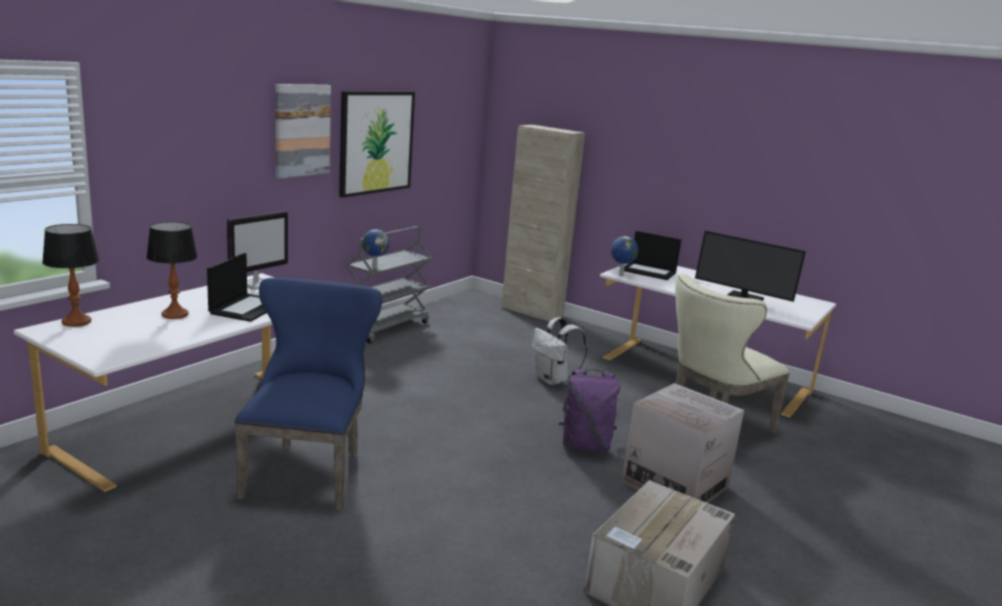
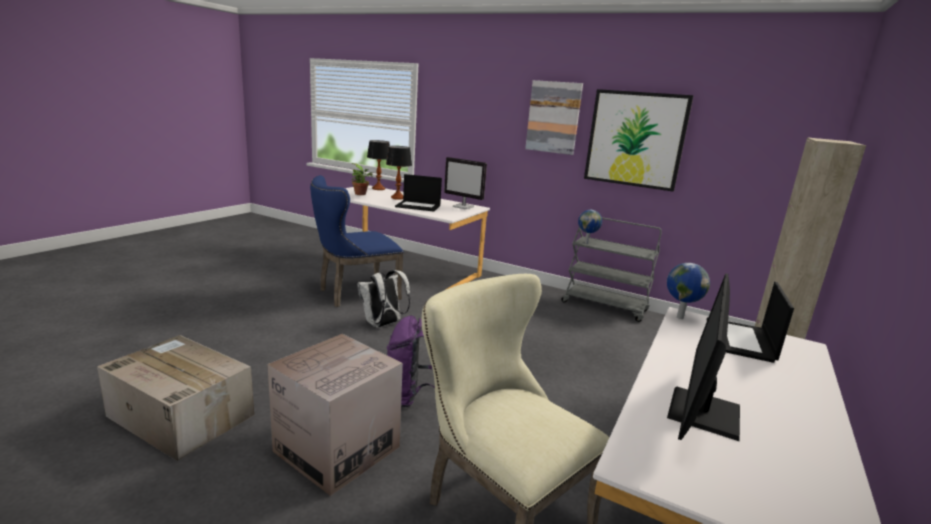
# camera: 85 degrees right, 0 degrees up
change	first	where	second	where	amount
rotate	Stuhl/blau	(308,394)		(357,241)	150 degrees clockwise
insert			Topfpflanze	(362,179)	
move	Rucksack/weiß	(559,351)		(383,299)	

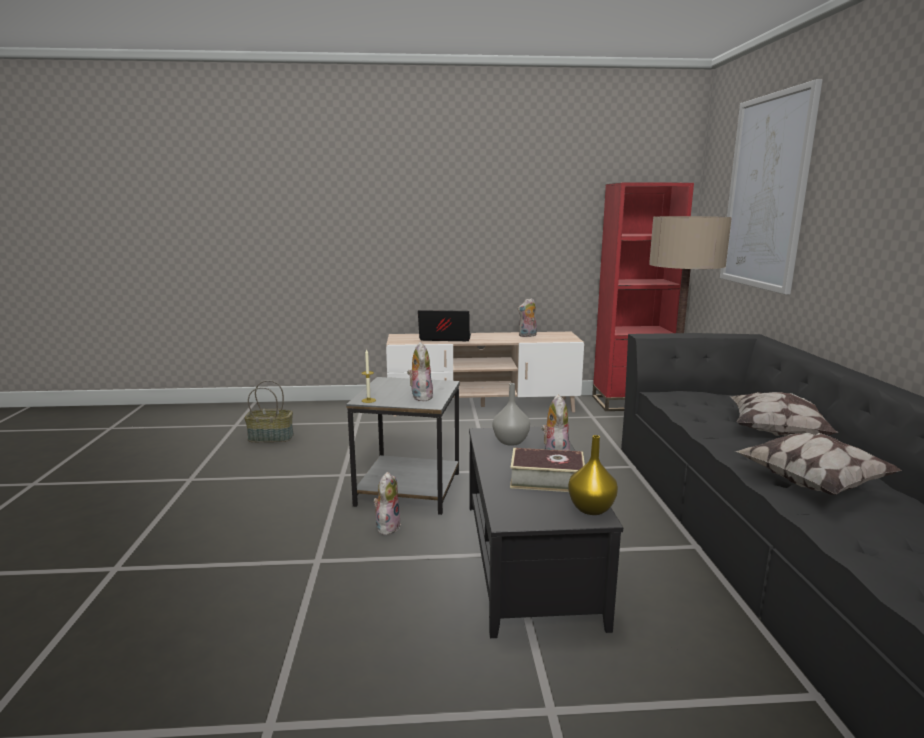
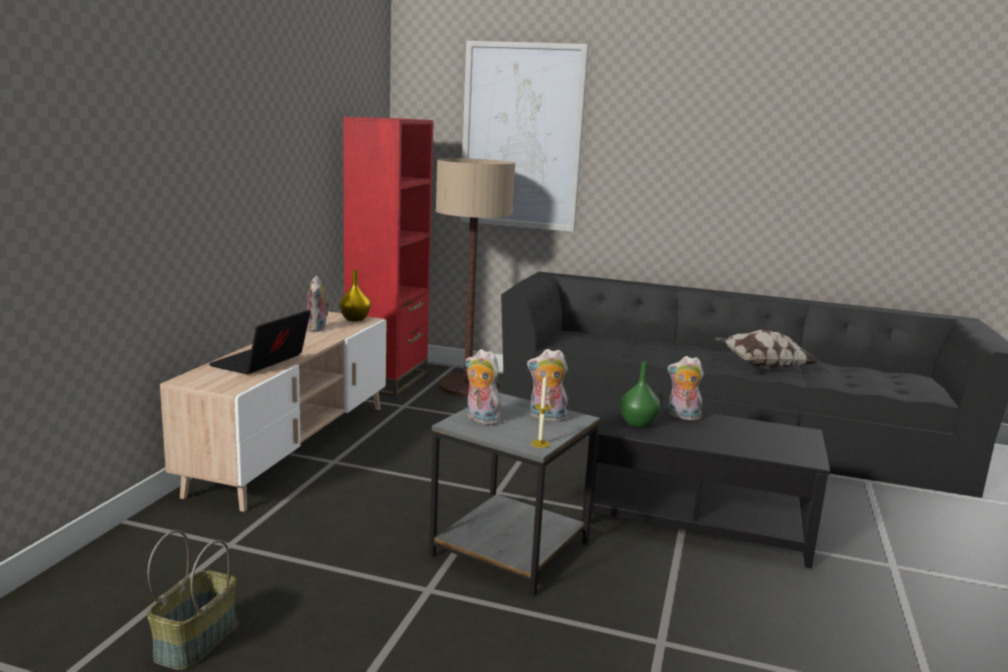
# camera: 70 degrees left, 0 degrees up
change	first	where	second	where	amount
move	Vase/gelb	(593,475)		(355,295)	
move	Plüschtier	(387,503)		(483,387)	
recolor	Vase/grau	(511,414)	Vase/grün	(640,394)	
delete	Buch	(547,470)			
delete	Kissen	(784,414)			

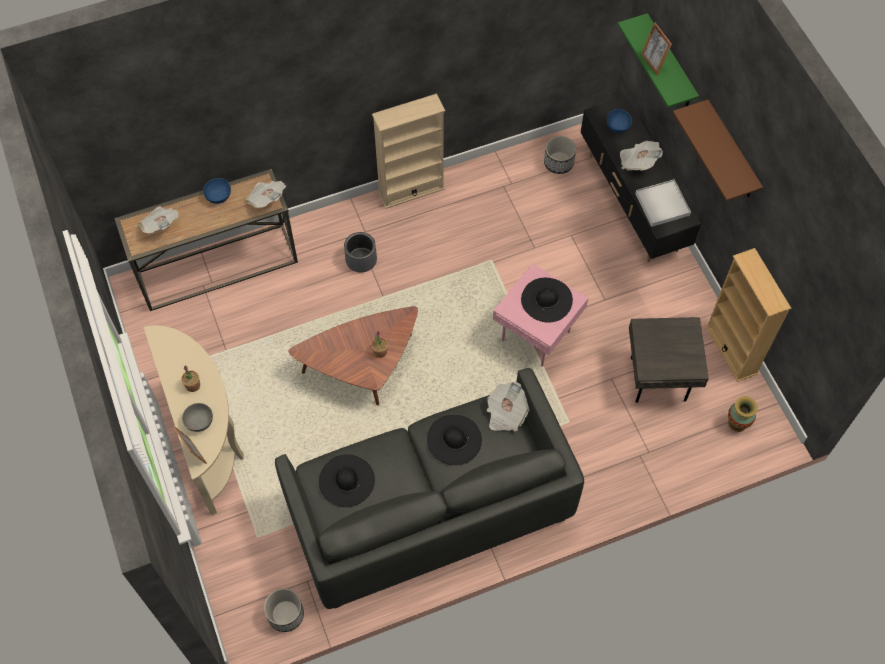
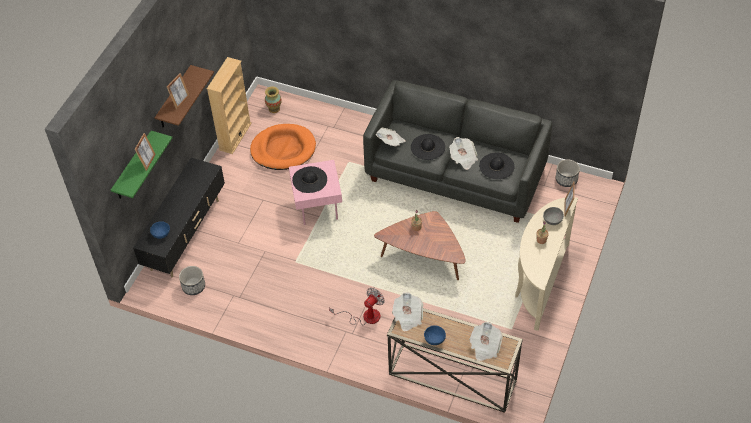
# camera: 135 degrees left, 10 degrees down
change	first	where	second	where	amount
insert			Bilderrahmen	(178,91)	
replace	Beistelltisch/grau	(669,360)	Hundebett/orange	(283,147)	
replace	Pflanzkübel/grau	(360,252)	Ventilator	(356,306)	
move	Zeitung	(641,156)		(463,153)	
delete	Bücherregal/beige	(408,151)			
delete	Tablett/weiß	(663,203)			

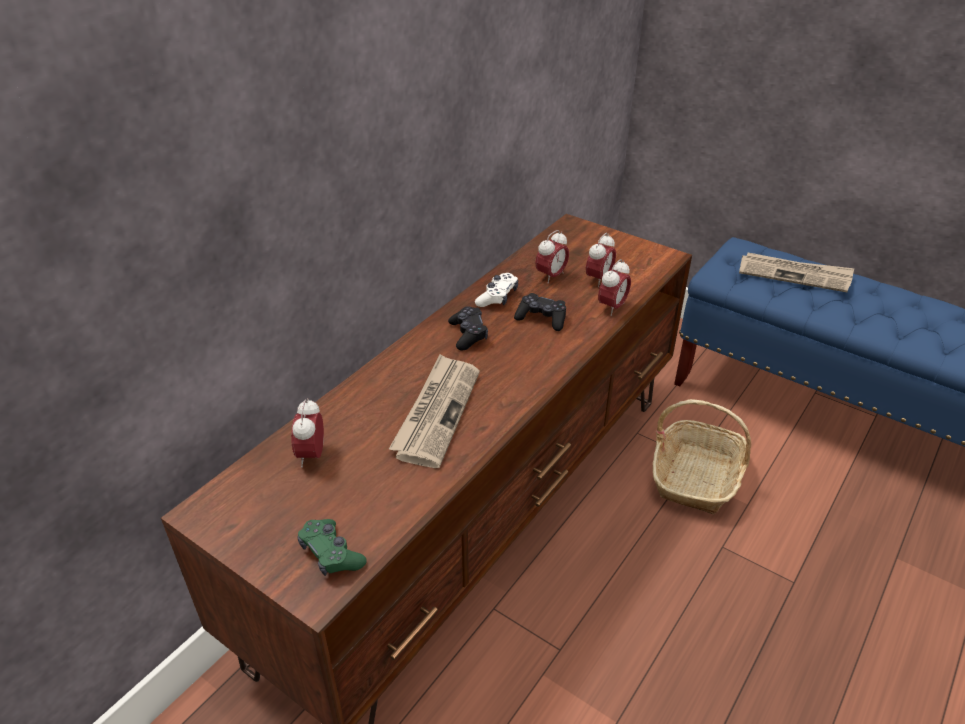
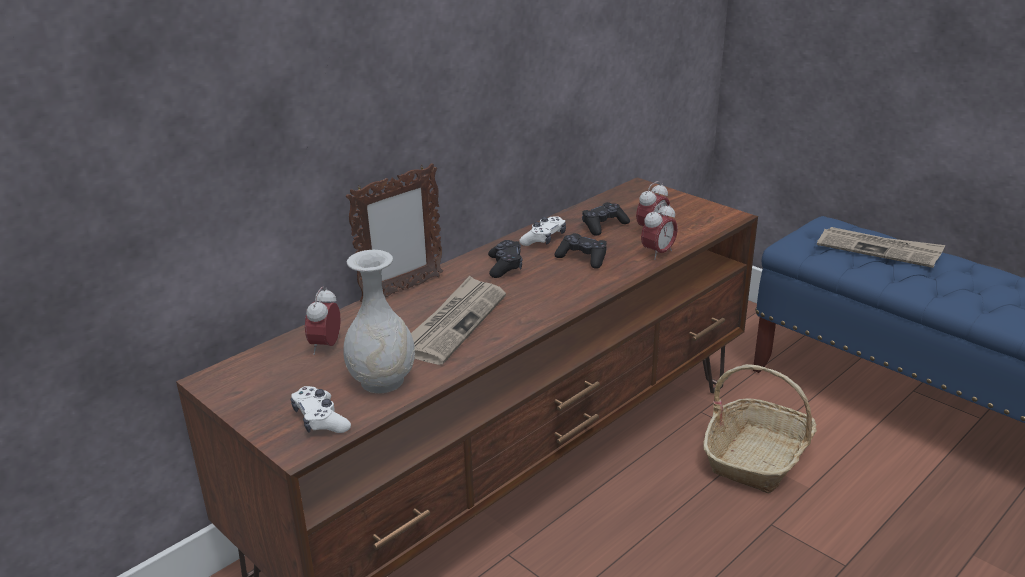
# camera: 10 degrees right, 10 degrees down
change	first	where	second	where	amount
recolor	Gamepad/grün	(332,547)	Gamepad/weiß	(321,409)	
insert			Vase/weiß	(379,321)	
insert			Bilderrahmen	(394,232)	
replace	Wecker	(552,257)	Gamepad/schwarz	(606,219)	

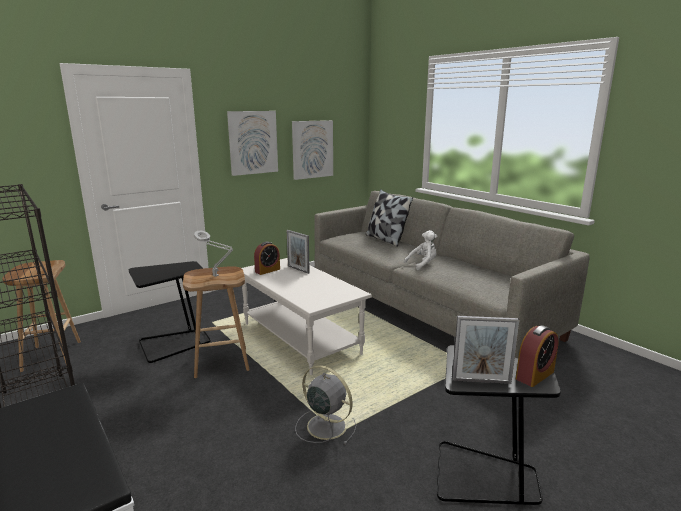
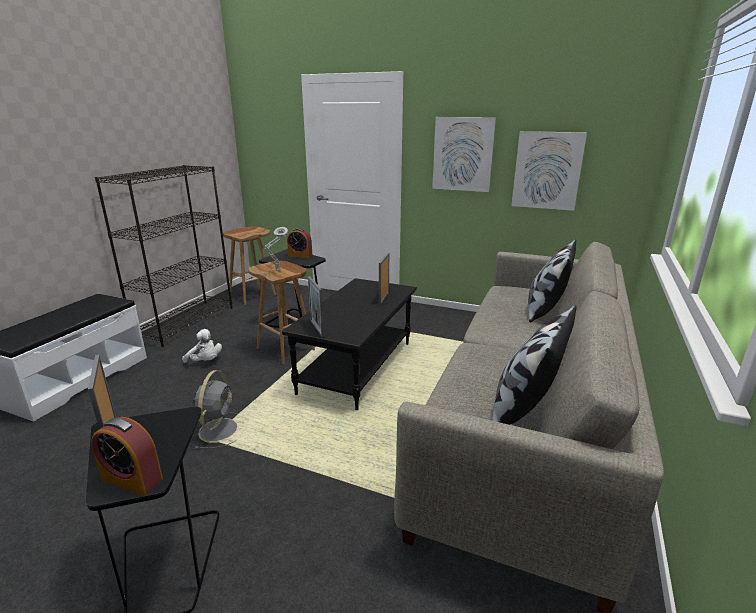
# camera: 60 degrees right, 5 degrees up
change	first	where	second	where	amount
move	Plüschtier/weiß	(420,250)		(202,346)	
recolor	Couchtisch/weiß	(307,316)	Couchtisch/schwarz	(349,344)	
move	Wecker	(267,258)		(299,243)	
insert			Bilderrahmen	(316,307)	
insert			Kissen	(534,365)	

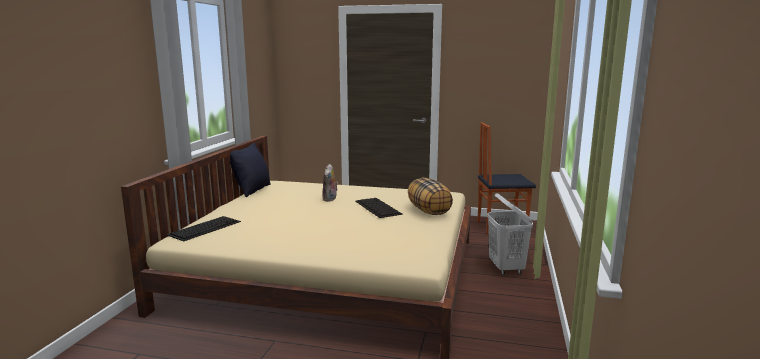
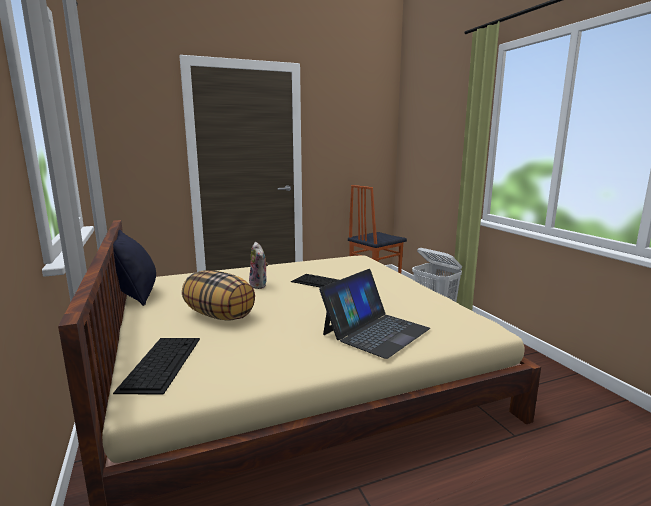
# camera: 35 degrees left, 0 degrees up
change	first	where	second	where	amount
move	Kissen	(430,196)		(218,295)	
insert			Laptop	(374,314)	

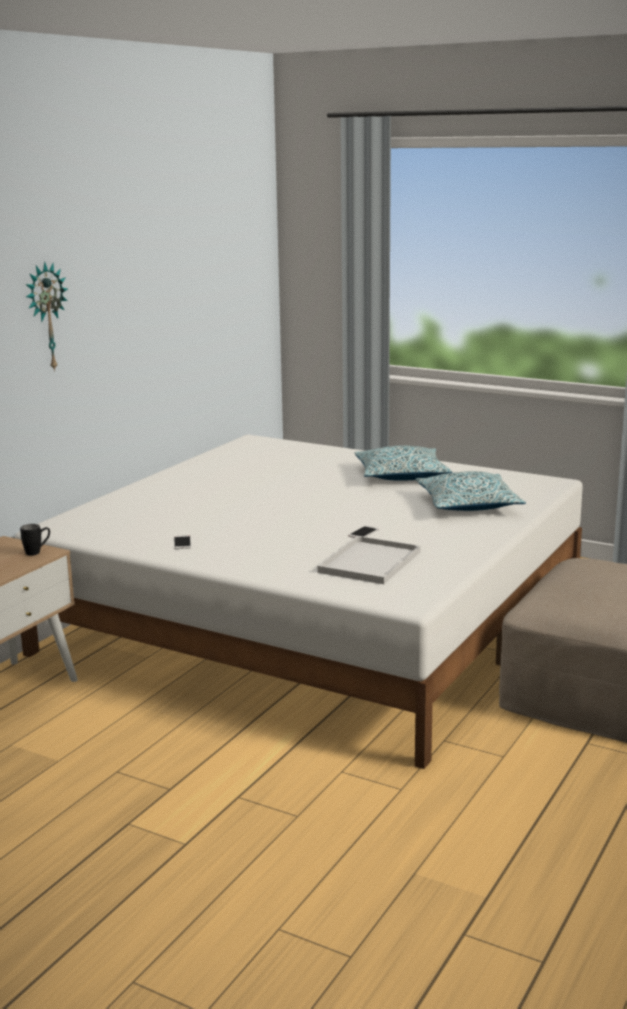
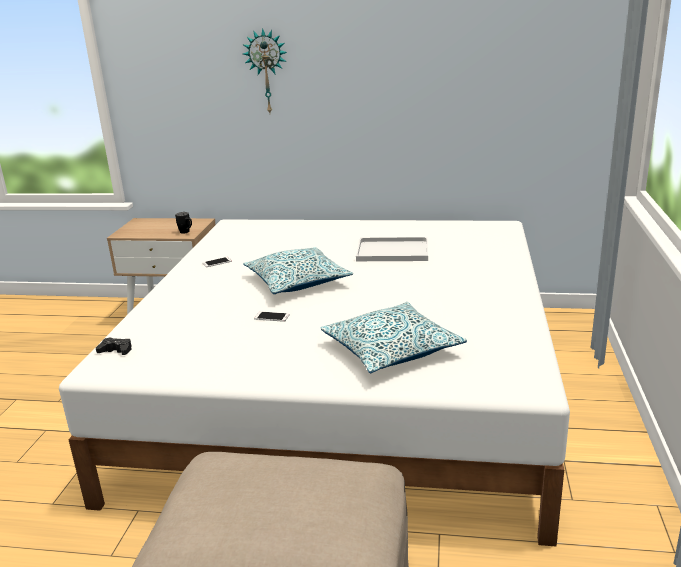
# camera: 70 degrees right, 5 degrees up
change	first	where	second	where	amount
insert			Gamepad/schwarz	(114,346)	
move	Kissen	(403,463)		(298,270)	
move	Tablett/weiß	(369,560)		(392,249)	

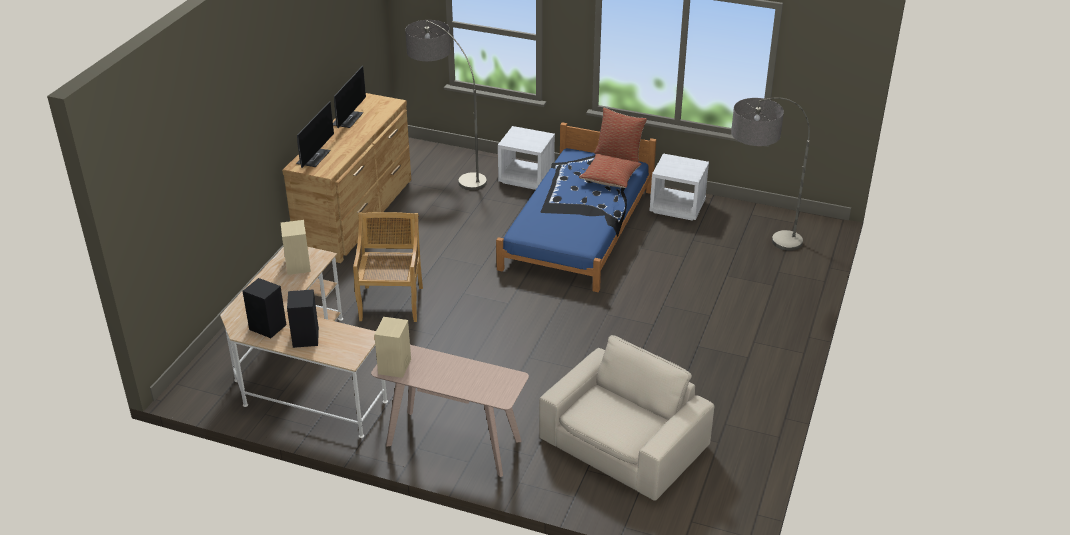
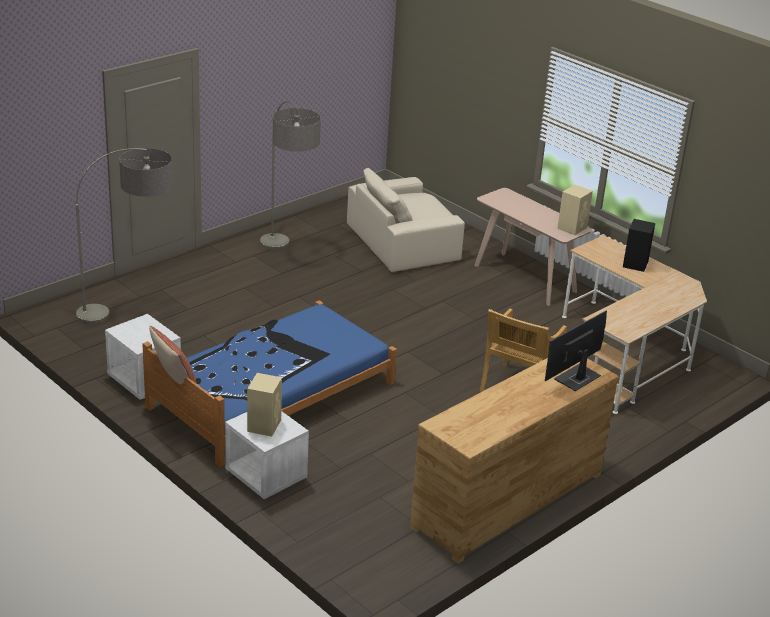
# camera: 155 degrees left, 5 degrees down
change	first	where	second	where	amount
move	Lautsprecher/beige	(296,247)		(264,405)	
move	Stehlampe	(446,105)		(290,175)	
delete	Lautsprecher/schwarz	(264,308)			
delete	Monitor	(349,97)			
delete	Kissen	(610,171)			

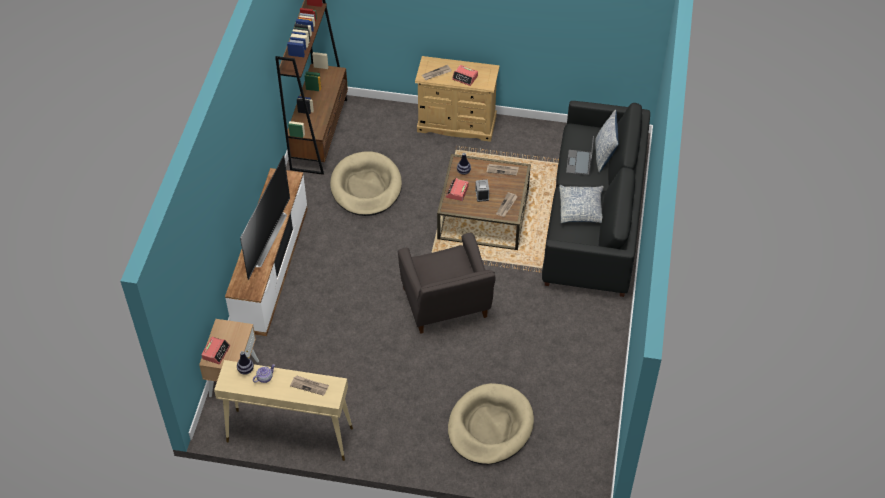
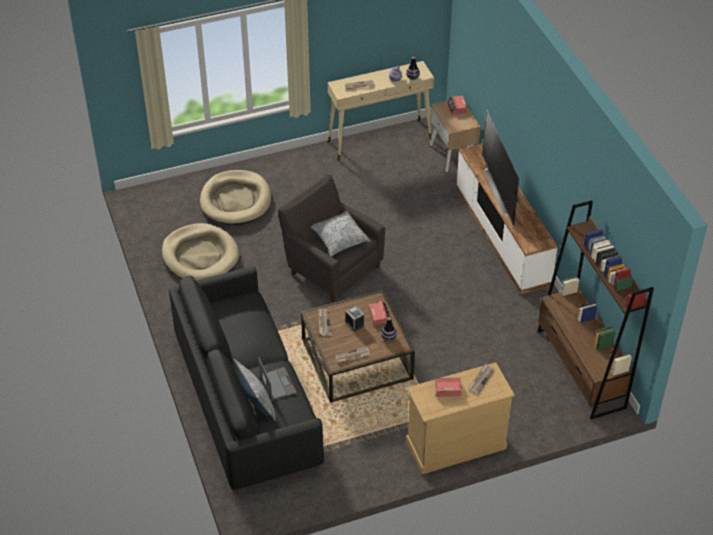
# camera: 150 degrees right, 5 degrees down
change	first	where	second	where	amount
move	Hundebett/beige	(366,183)		(200,251)	
move	Kissen	(581,204)		(340,233)	

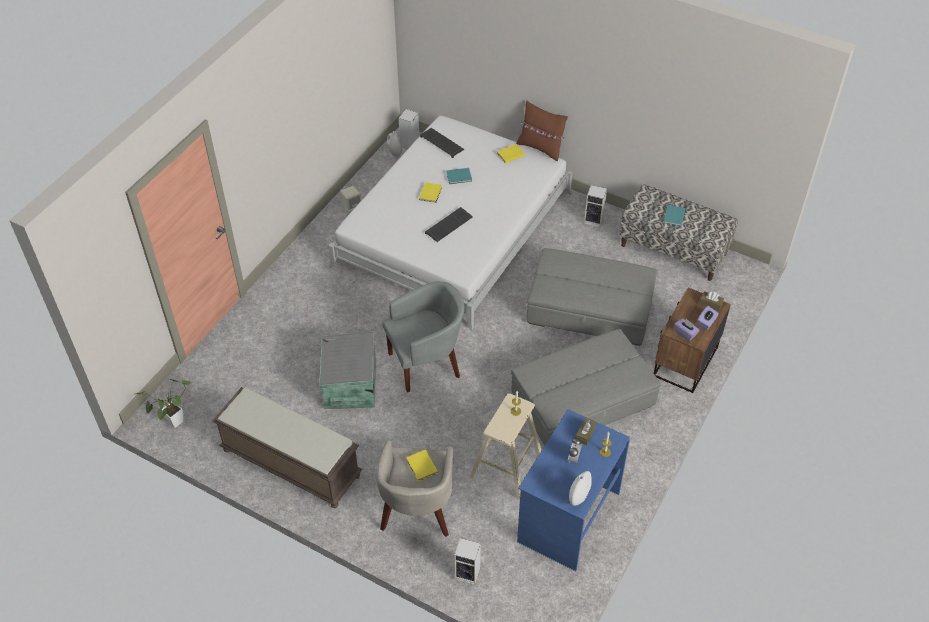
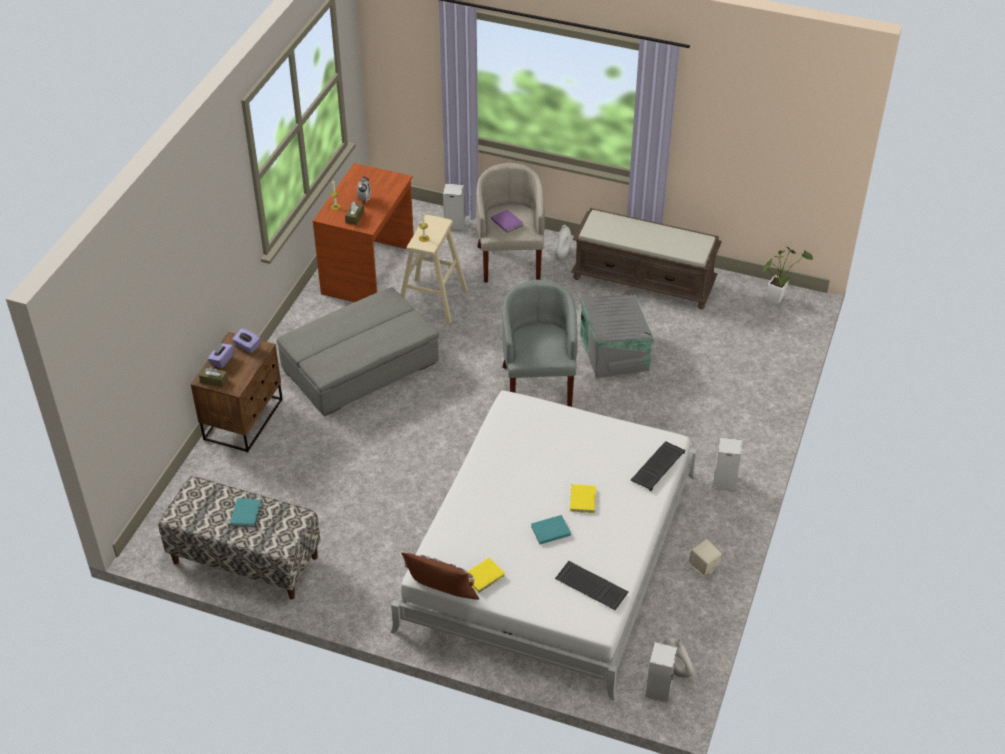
# camera: 170 degrees right, 5 degrees down
change	first	where	second	where	amount
recolor	Schreibtisch/blau	(573,490)	Schreibtisch/braun	(363,232)	
recolor	Buch/gelb	(422,465)	Buch/lila	(507,221)	
rotate	Sessel/grau	(423,337)		(540,343)	120 degrees clockwise
move	Vase/weiß	(580,488)		(563,242)	
move	Tastatur	(449,224)		(658,466)	
move	Lautsprecher	(595,206)		(727,464)	
delete	Polsterhocker/grau	(592,297)			

